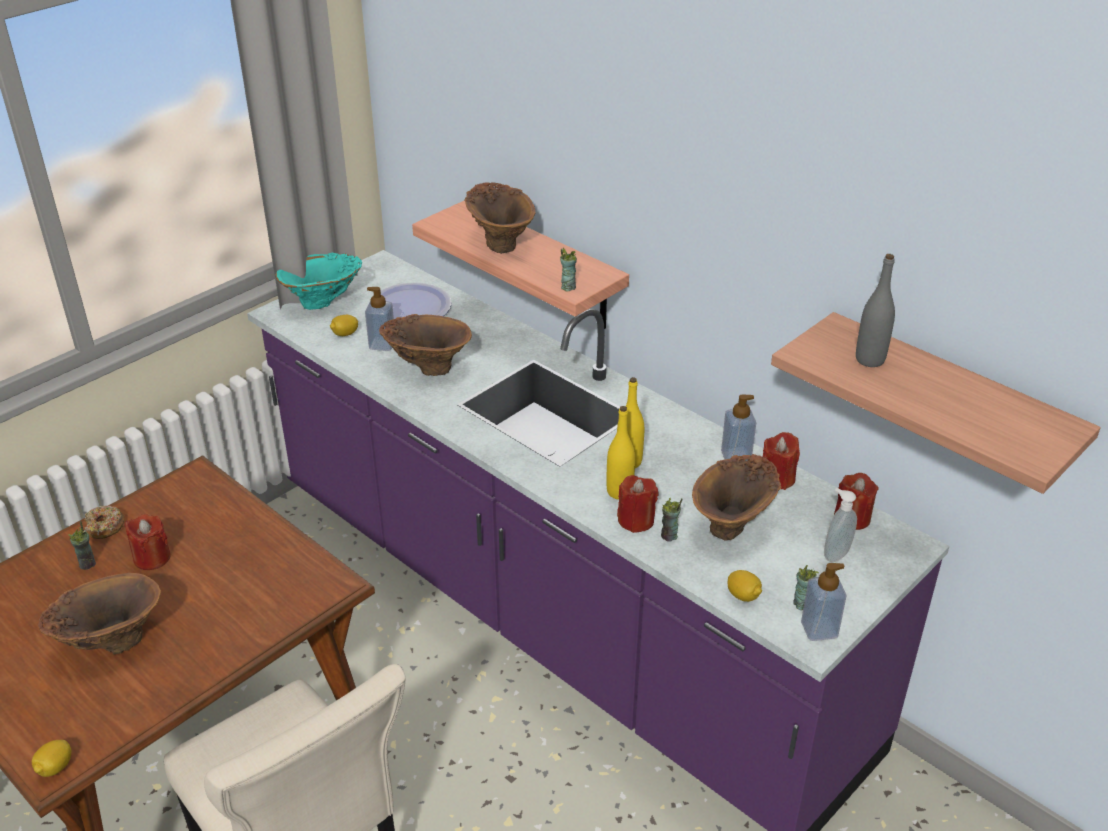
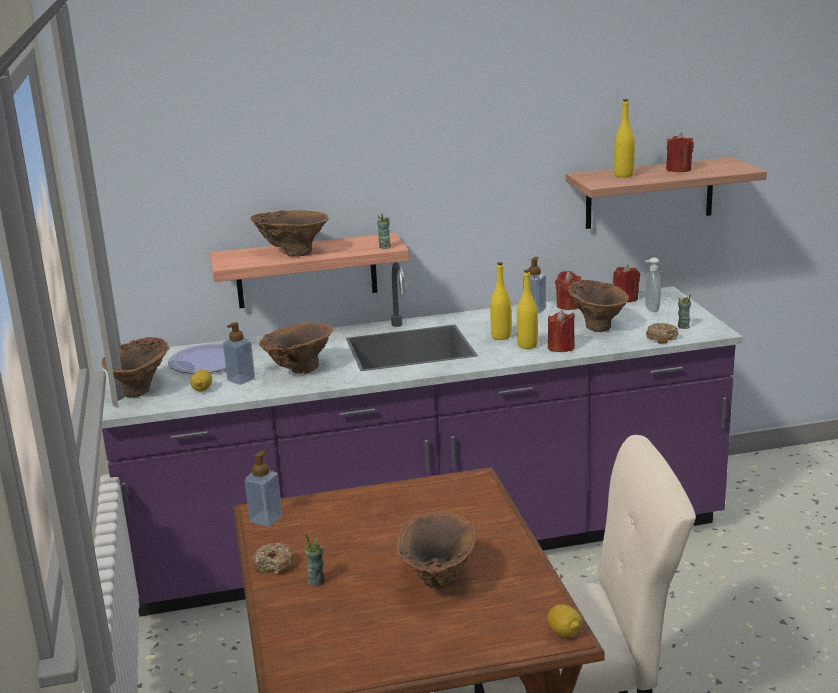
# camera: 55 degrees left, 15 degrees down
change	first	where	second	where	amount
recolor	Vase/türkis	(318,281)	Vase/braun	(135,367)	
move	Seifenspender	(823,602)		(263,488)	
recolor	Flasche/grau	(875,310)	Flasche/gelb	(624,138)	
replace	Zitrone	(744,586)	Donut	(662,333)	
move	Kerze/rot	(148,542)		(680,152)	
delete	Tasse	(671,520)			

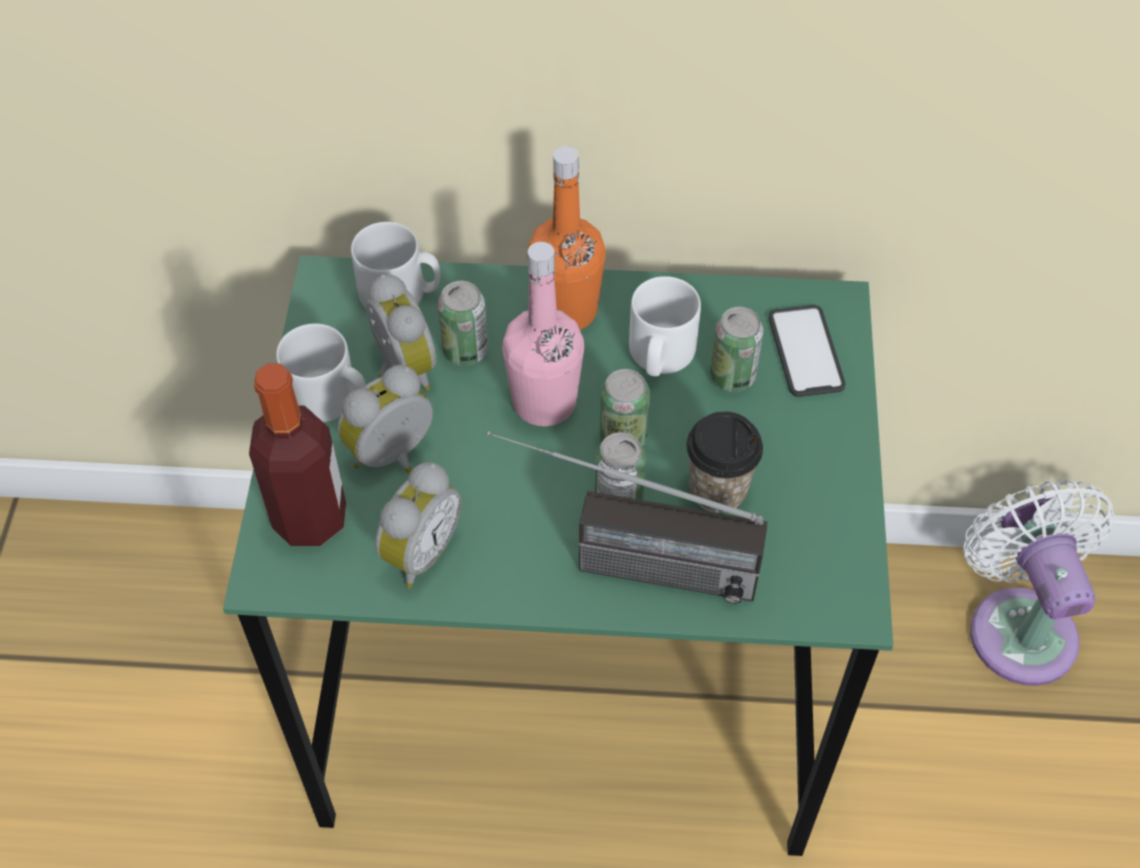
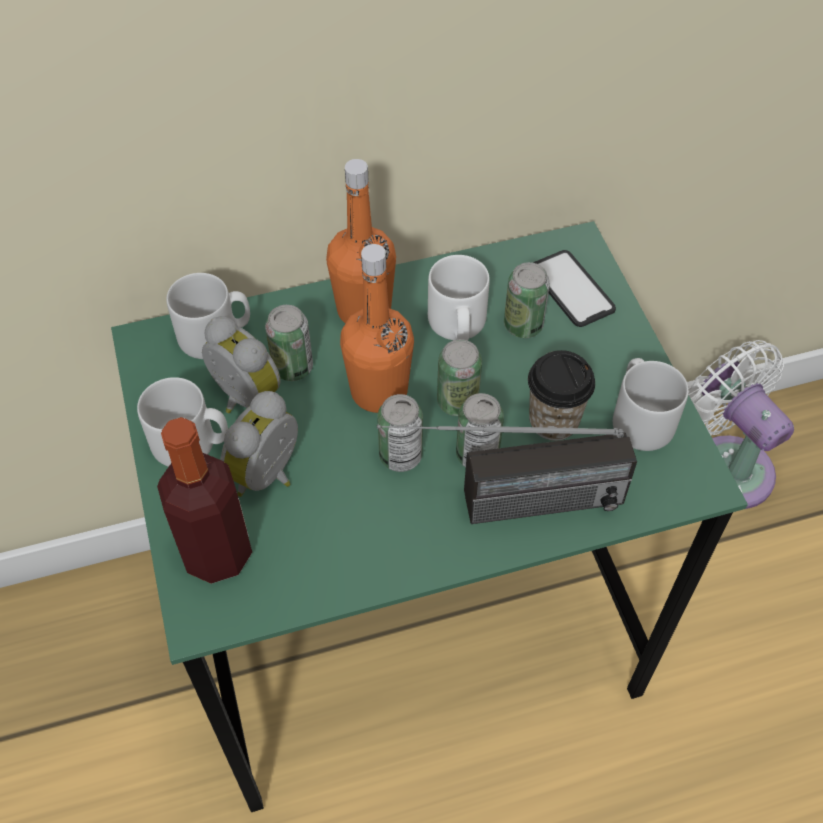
# camera: 20 degrees left, 0 degrees up
change	first	where	second	where	amount
recolor	Flasche/rosa	(543,334)	Flasche/orange	(377,328)	
insert			Dose	(400,433)	
insert			Henkelbecher/grau	(651,404)	
delete	Wecker	(418,525)			

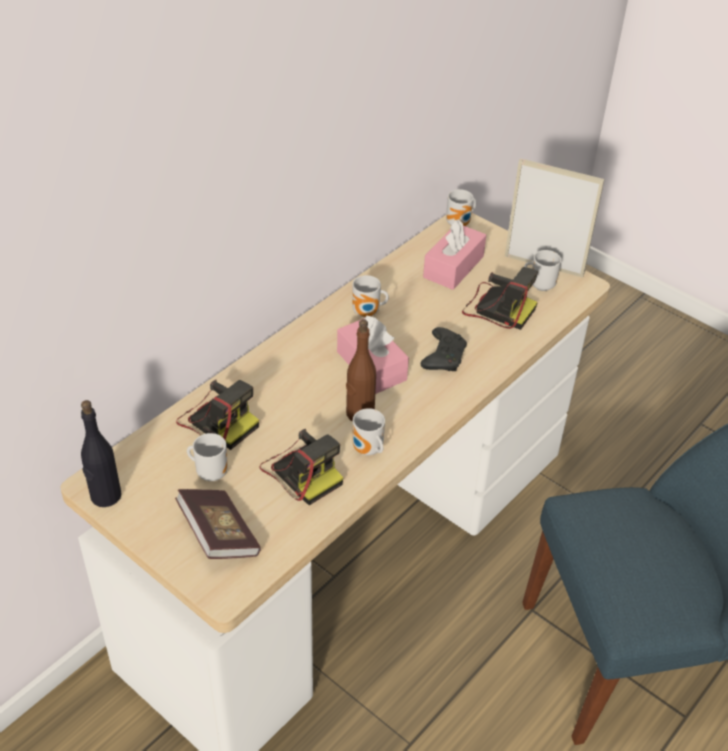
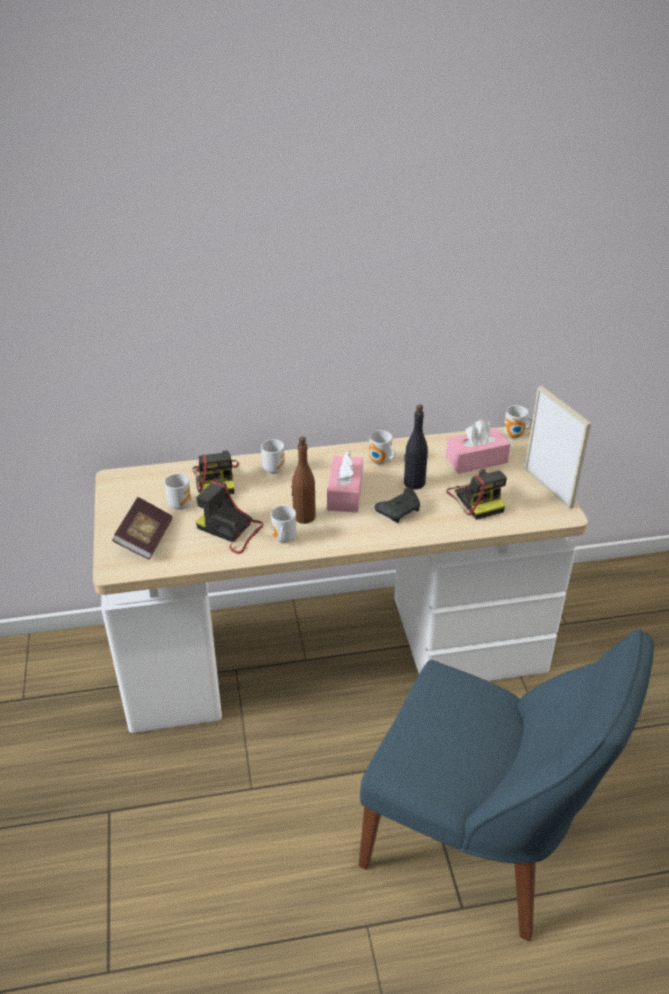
# camera: 40 degrees right, 5 degrees down
change	first	where	second	where	amount
rotate	Kamera	(301,467)		(229,516)	120 degrees clockwise
move	Henkelbecher	(542,270)		(273,456)	
move	Flasche/schwarz	(101,453)		(416,447)	

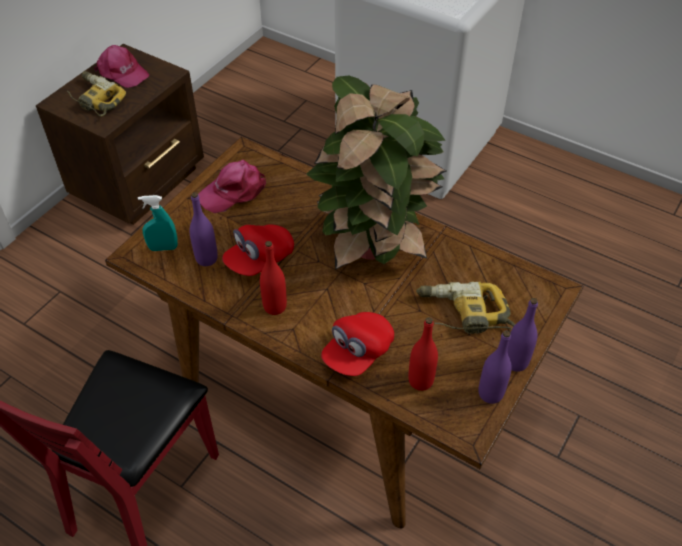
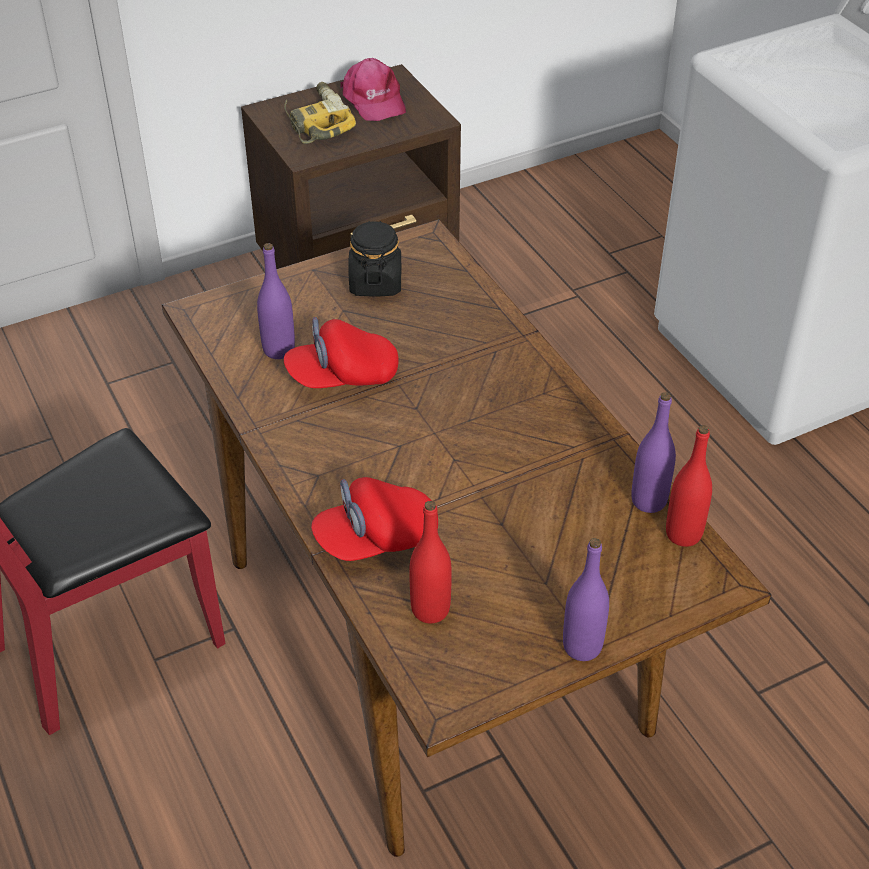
# camera: 30 degrees right, 5 degrees down
change	first	where	second	where	amount
replace	Kappe/rosa	(232,186)	Vorratsglas/schwarz	(374,259)	
move	Flasche/lila	(495,367)		(654,452)	
move	Flasche/rot	(273,278)		(689,486)	
delete	Sprühflasche/türkis	(158,223)			
delete	Topfpflanze	(376,172)			
delete	Bohrmaschine	(465,307)			

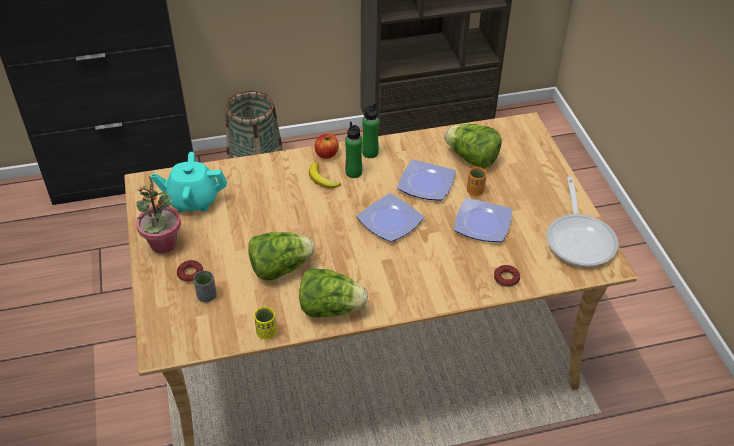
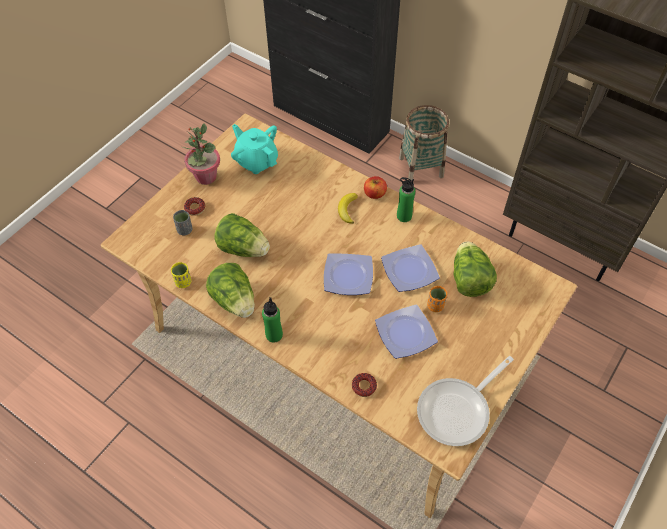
# camera: 50 degrees right, 10 degrees up
change	first	where	second	where	amount
move	Flasche/grün	(353,150)		(272,320)	

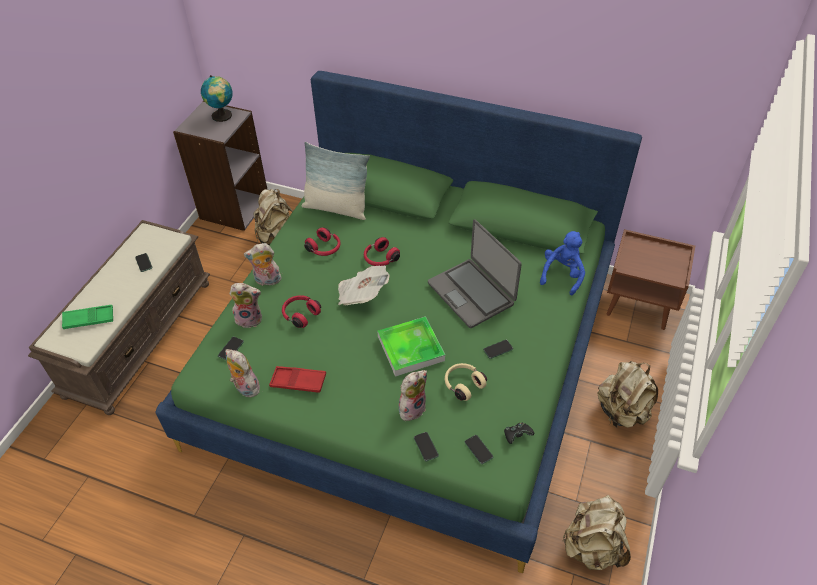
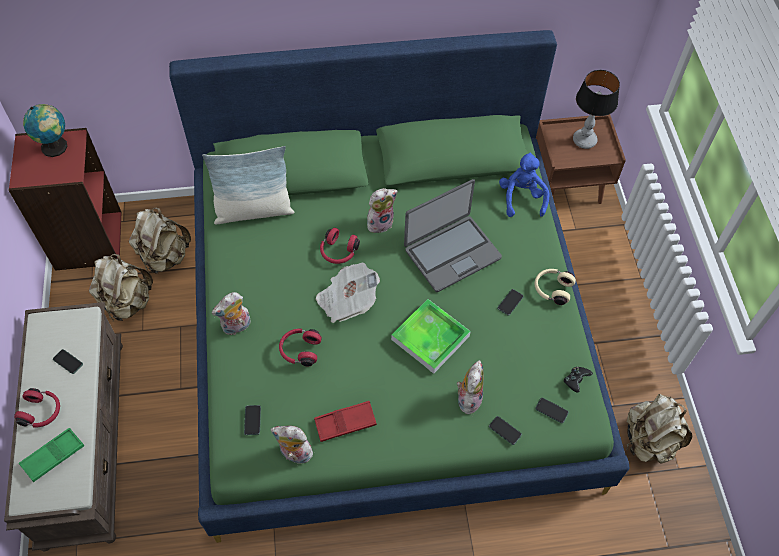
# camera: 30 degrees left, 10 degrees up
change	first	where	second	where	amount
recolor	Bücherregal/grau	(220,165)	Bücherregal/rot	(65,199)	
move	Kopfhörer/rot	(322,241)		(37,408)	
move	Rucksack/beige	(627,394)		(121,287)	
move	Plüschtier	(245,305)		(382,210)	
rotate	Laptop	(475,273)		(453,235)	60 degrees counterclockwise
move	Kopfhörer/beige	(466,382)		(555,287)	
insert			Tischlampe	(596,109)	

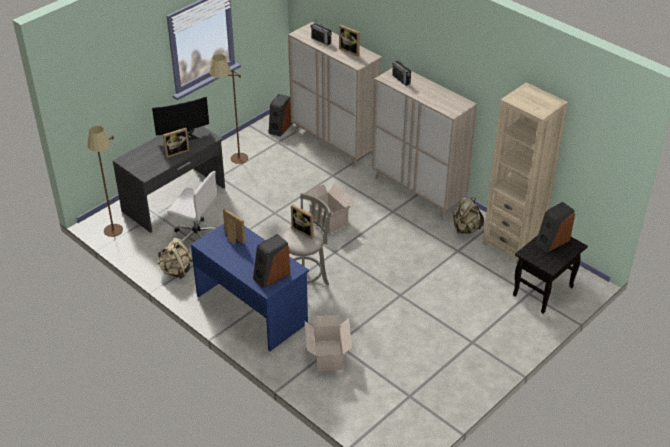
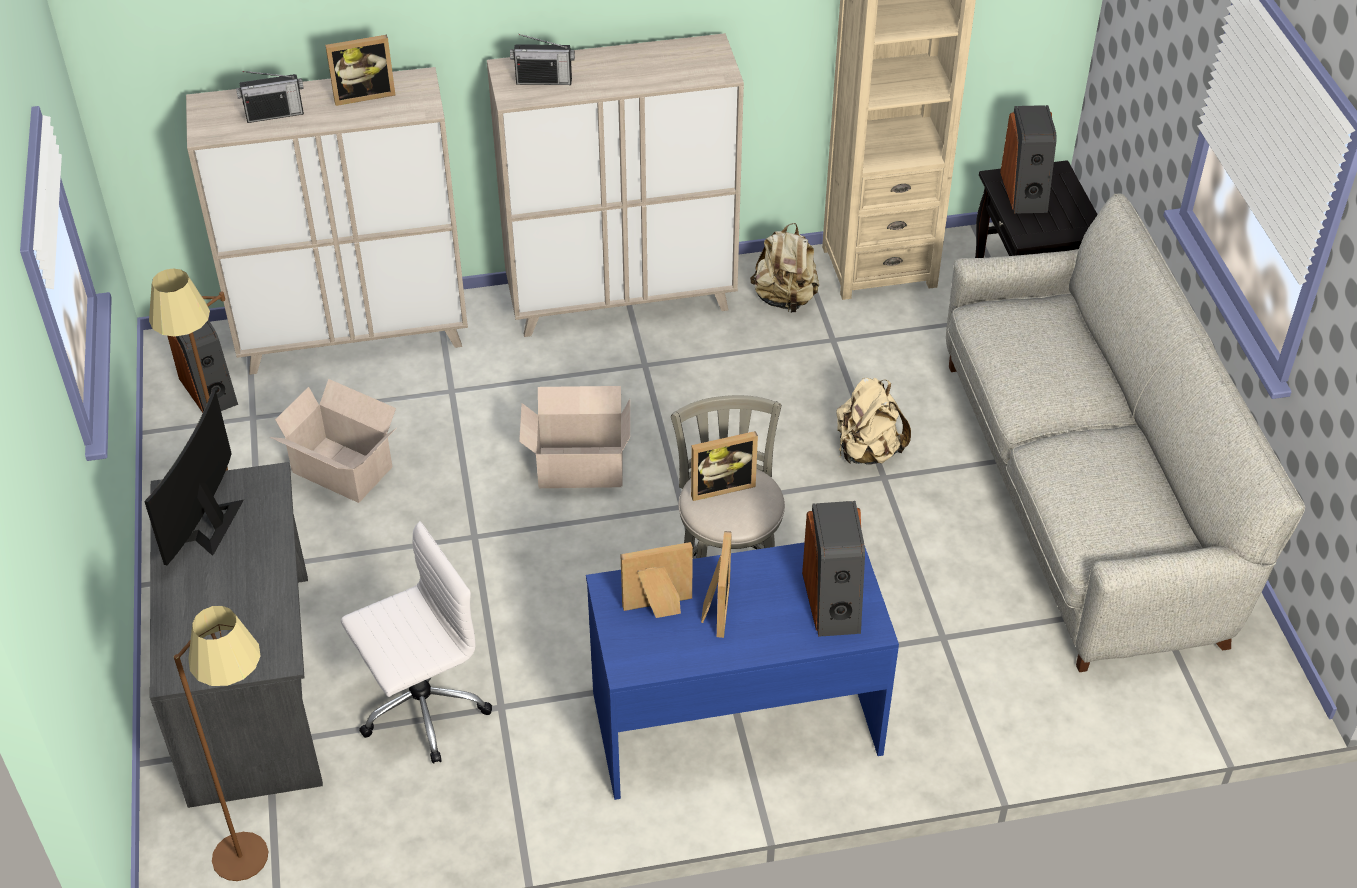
# camera: 55 degrees left, 5 degrees up
change	first	where	second	where	amount
move	Karton	(329,343)		(333,441)	
move	Bilderrahmen	(176,143)		(716,584)	
move	Rucksack/beige	(175,258)		(873,421)	
insert			Sofa/grau	(1125,432)	

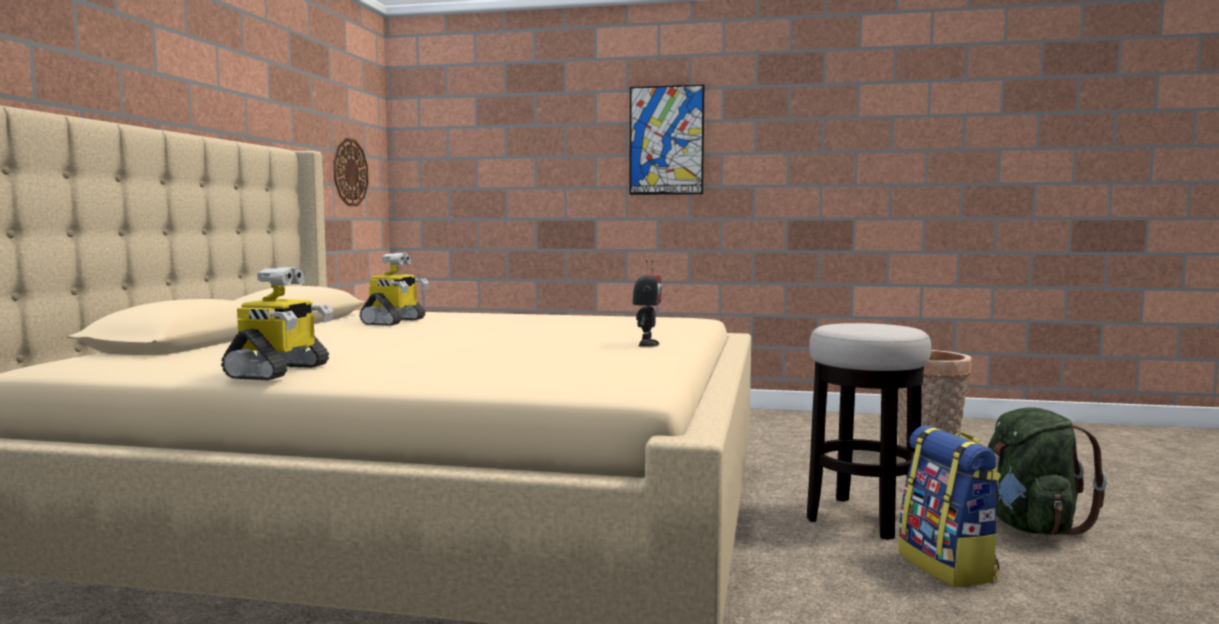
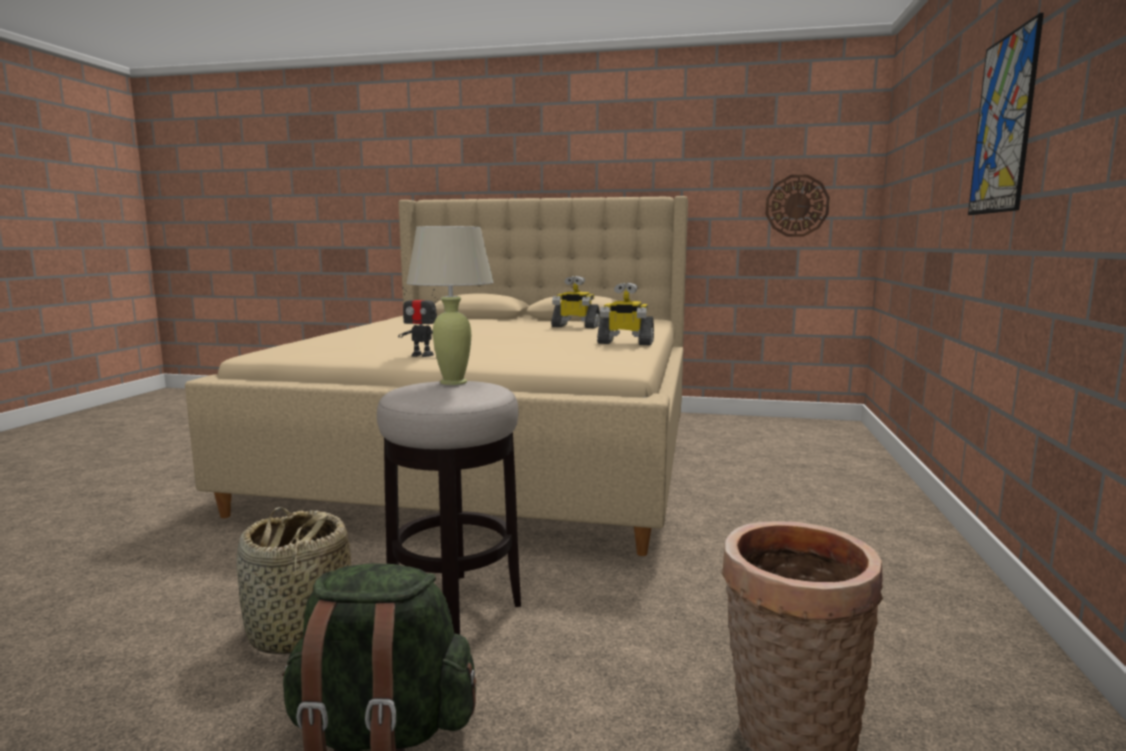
# camera: 90 degrees right, 5 degrees up
change	first	where	second	where	amount
replace	Rucksack	(949,506)	Korb	(293,580)	
insert			Tischlampe/beige	(450,305)	
move	Spielzeugroboter	(277,323)		(625,314)	

